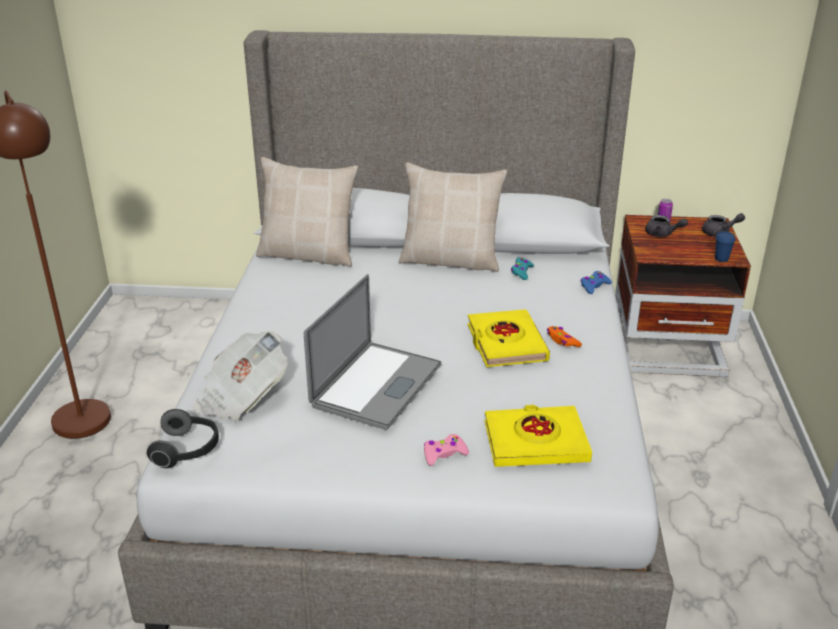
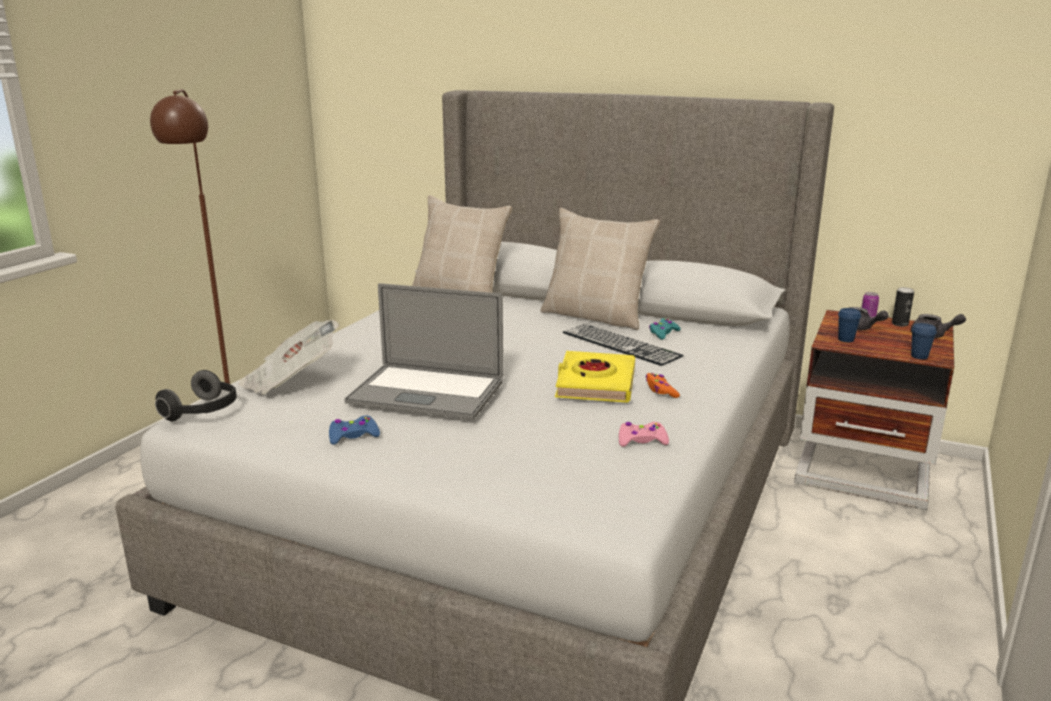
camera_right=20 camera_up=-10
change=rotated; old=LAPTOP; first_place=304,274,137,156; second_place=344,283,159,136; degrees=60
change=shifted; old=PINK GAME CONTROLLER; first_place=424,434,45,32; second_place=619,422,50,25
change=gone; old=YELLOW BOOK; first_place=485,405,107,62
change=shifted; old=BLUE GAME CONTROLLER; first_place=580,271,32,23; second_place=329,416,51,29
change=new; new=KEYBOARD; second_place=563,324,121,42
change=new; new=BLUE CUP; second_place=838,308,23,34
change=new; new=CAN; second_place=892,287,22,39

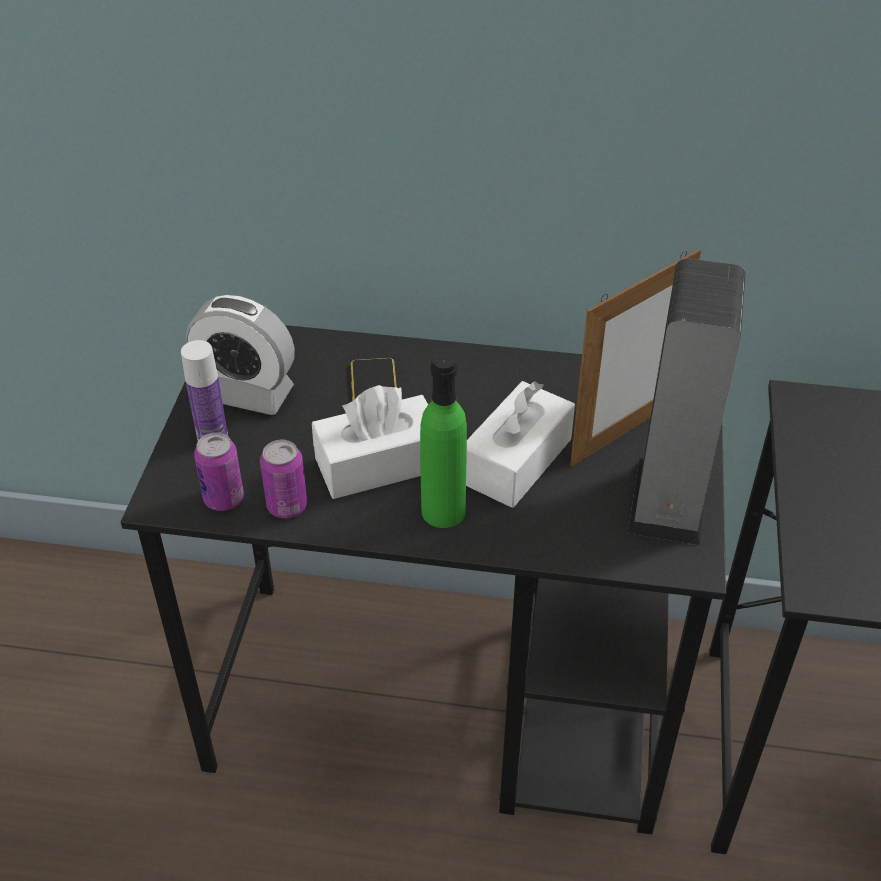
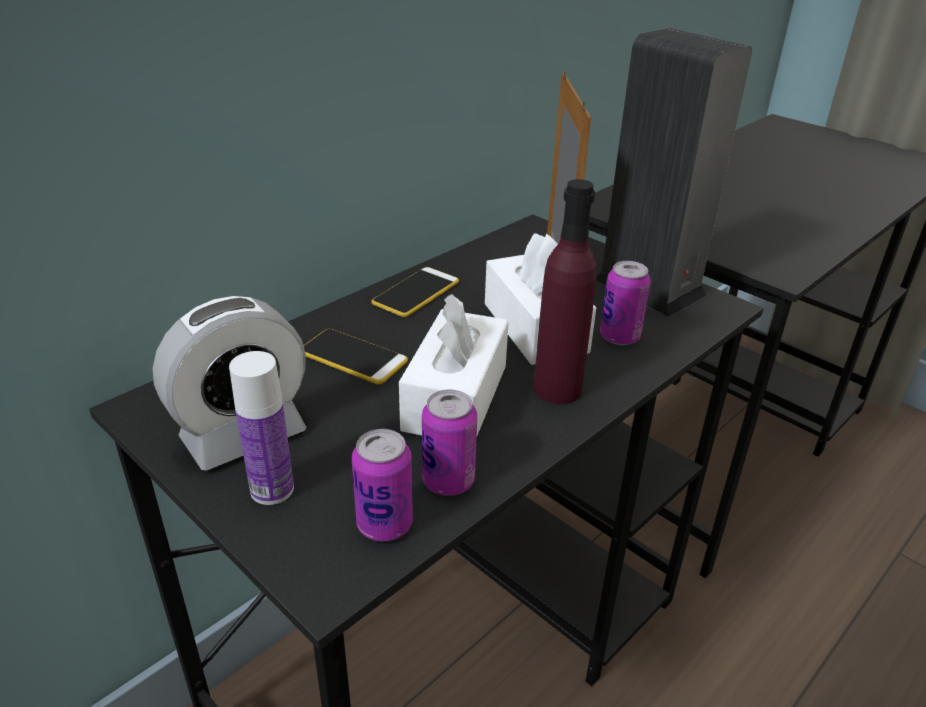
camera_right=-55 camera_up=-10
change=repainted; old=GREEN BOTTLE; new=PURPLE BOTTLE; first_place=420,354,47,174; second_place=533,179,64,225
change=new; new=PHONE; second_place=372,267,87,50
change=new; new=CAN; second_place=600,261,51,84

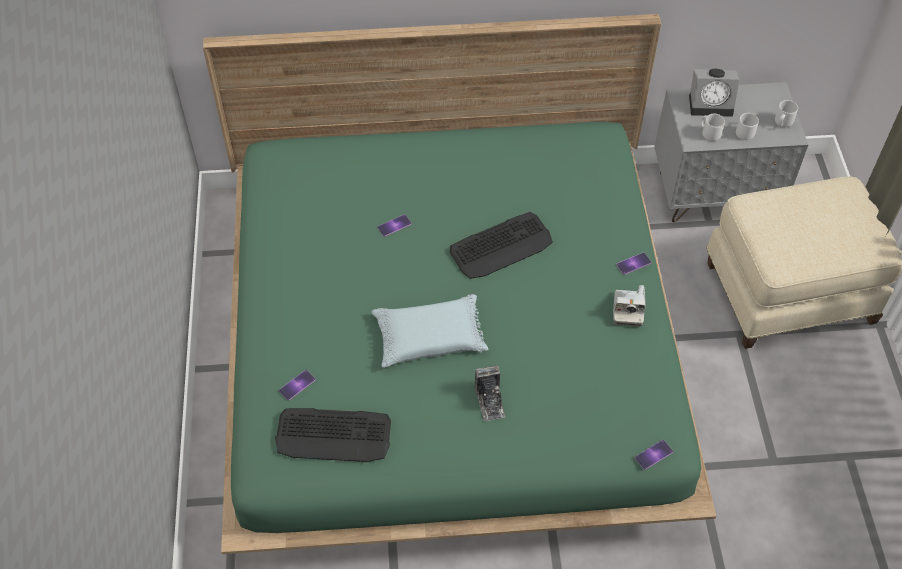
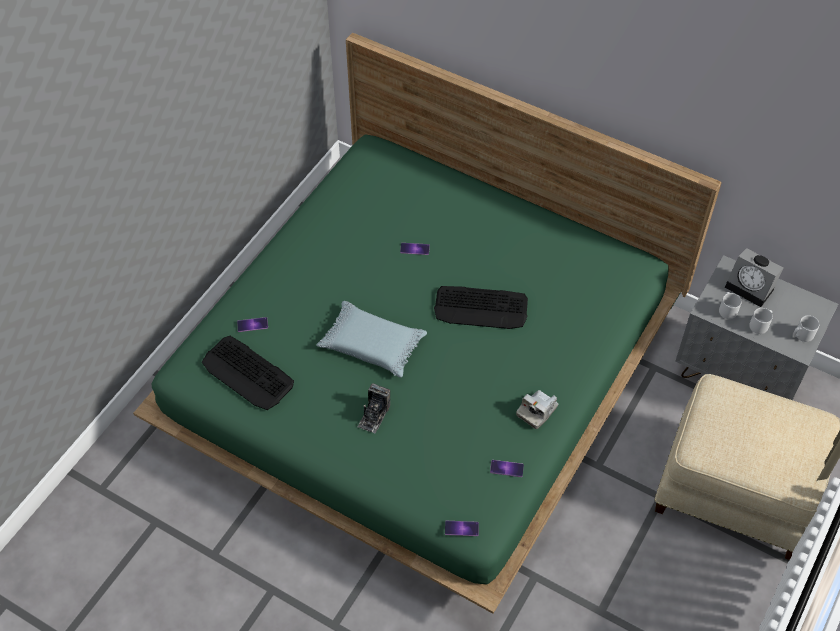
camera_right=35 camera_up=0
change=shifted; old=PHONE; first_place=616,252,36,23; second_place=490,460,34,17

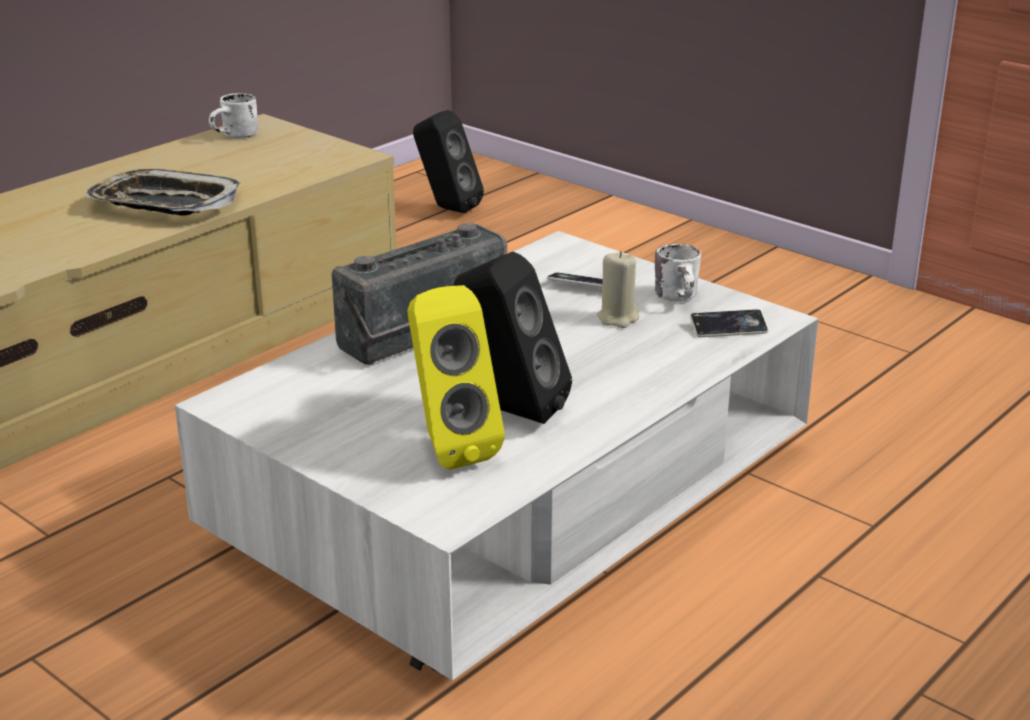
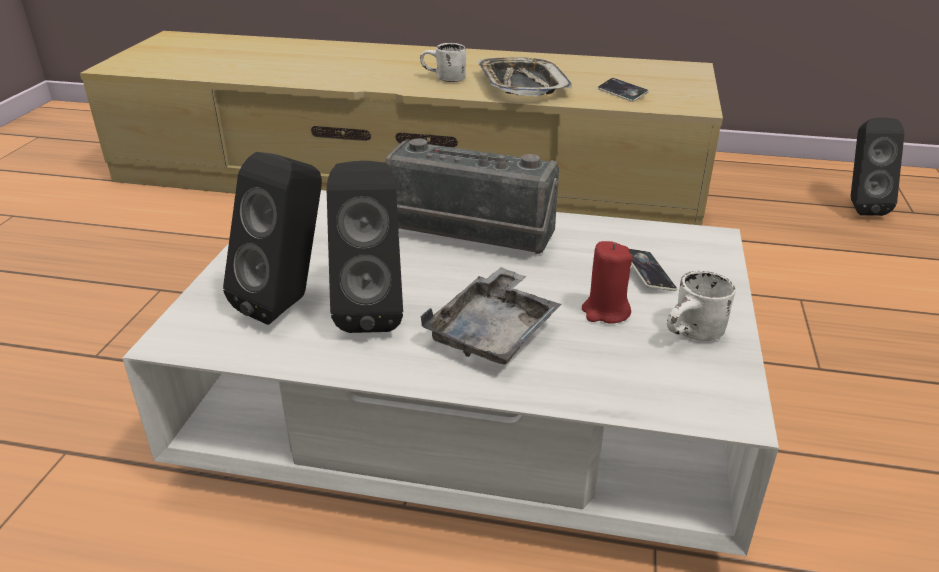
camera_right=60 camera_up=5
change=shifted; old=WHITE MUG; first_place=209,93,49,45; second_place=420,43,46,39
change=repainted; old=YELLOW SPEAKER; new=BLACK SPEAKER; first_place=407,285,98,185; second_place=223,152,99,173
change=repainted; old=BEIGE CANDLE; new=RED CANDLE; first_place=597,251,42,77; second_place=582,241,51,83
change=shifted; old=PHONE; first_place=690,309,78,28; second_place=597,78,52,24
change=new; new=GREY TRAY; second_place=420,267,141,98

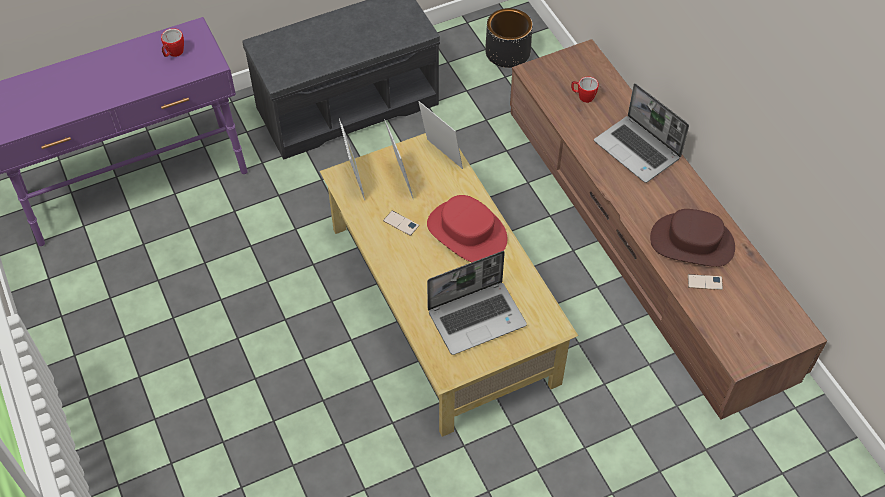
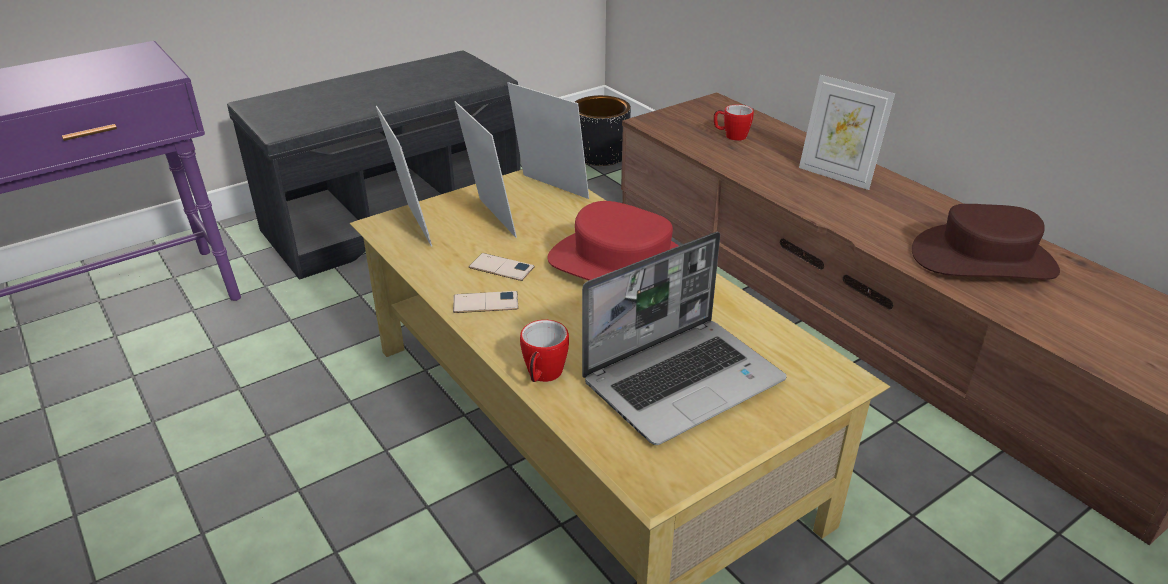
camera_right=-10 camera_up=-20
change=shifted; old=MUG; first_place=161,28,23,29; second_place=520,320,49,62
change=swapped; old=LAPTOP; new=PICTURE FRAME; first_place=594,83,95,100; second_place=799,75,96,115
change=shifted; old=PHONE; first_place=688,274,35,16; second_place=453,291,65,22

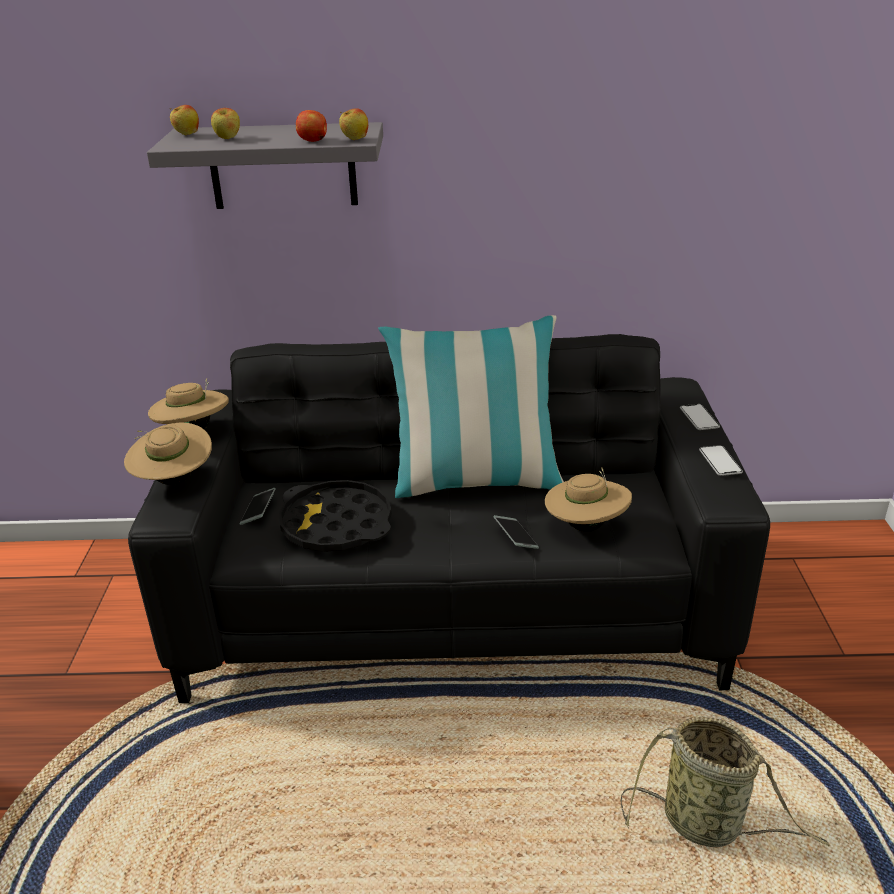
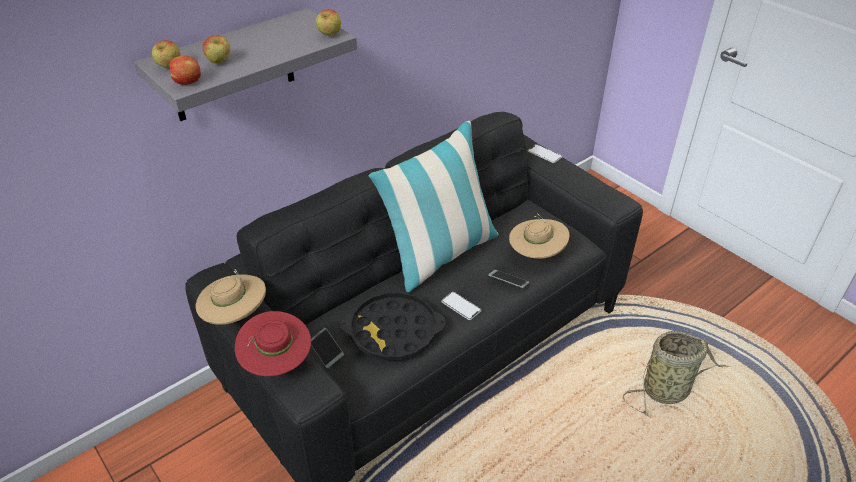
camera_right=-40 camera_up=10
change=repainted; old=BEIGE HAT; new=RED HAT; first_place=124,423,88,62; second_place=235,311,76,65
change=shifted; old=APPLE; first_place=296,110,31,32; second_place=169,56,32,29
change=shifted; old=PHONE; first_place=699,445,44,31; second_place=441,292,40,28

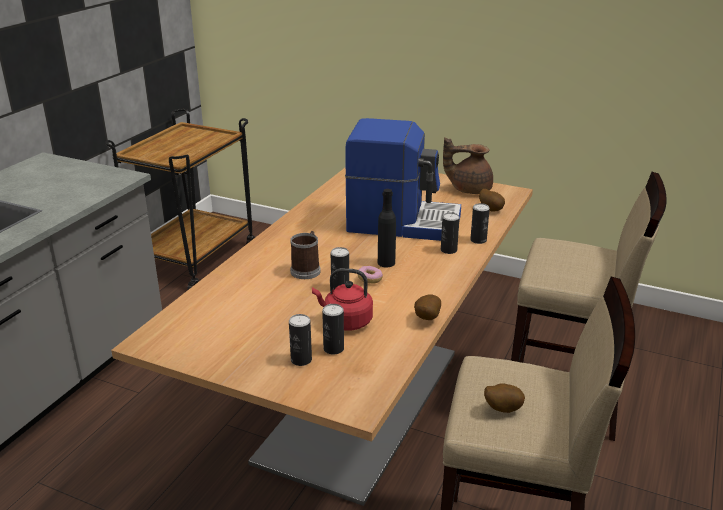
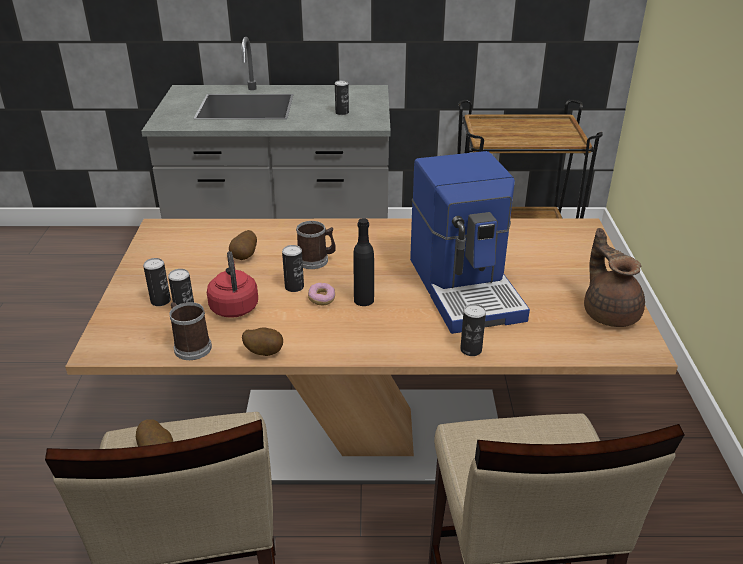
camera_right=65 camera_up=5
change=shifted; old=CAN; first_place=441,212,19,42; second_place=335,80,14,35
change=shifted; old=POTATO; first_place=479,189,26,23; second_place=229,230,28,30
change=new; new=MUG; second_place=169,302,43,58

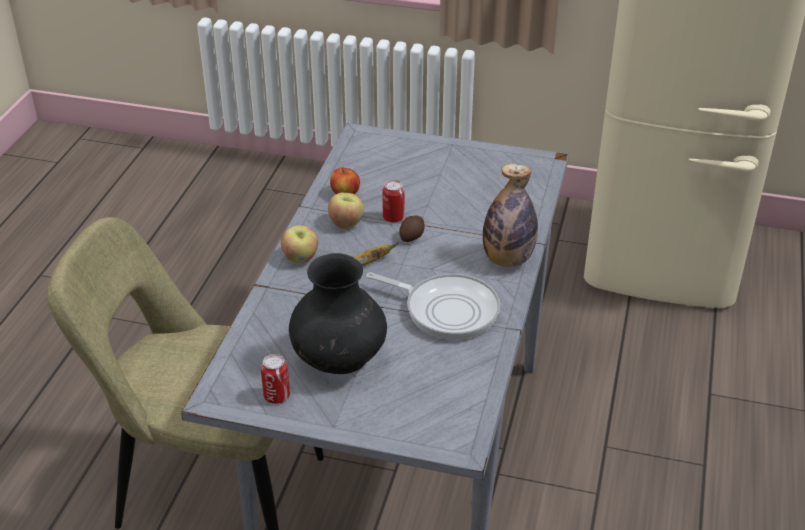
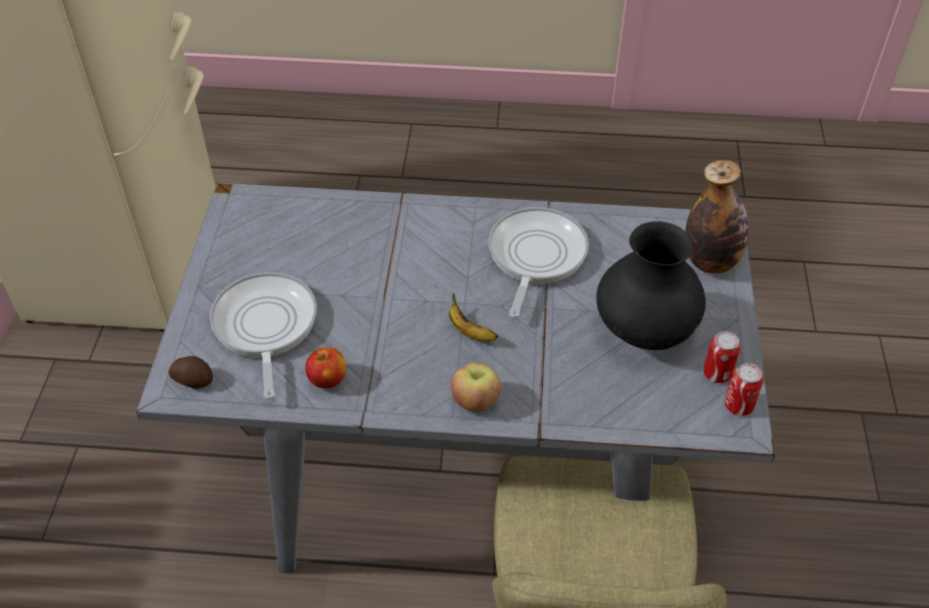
camera_right=-100 camera_up=10
change=gone; old=APPLE; first_place=328,193,36,36
change=shifted; old=CAN; first_place=382,180,23,43; second_place=725,363,38,53
change=shifted; old=POTATO; first_place=399,215,26,27; second_place=168,356,45,33
change=shifted; old=BOTTLE; first_place=483,164,55,103; second_place=685,160,64,113
change=new; new=FRYING PAN; second_place=210,272,107,127

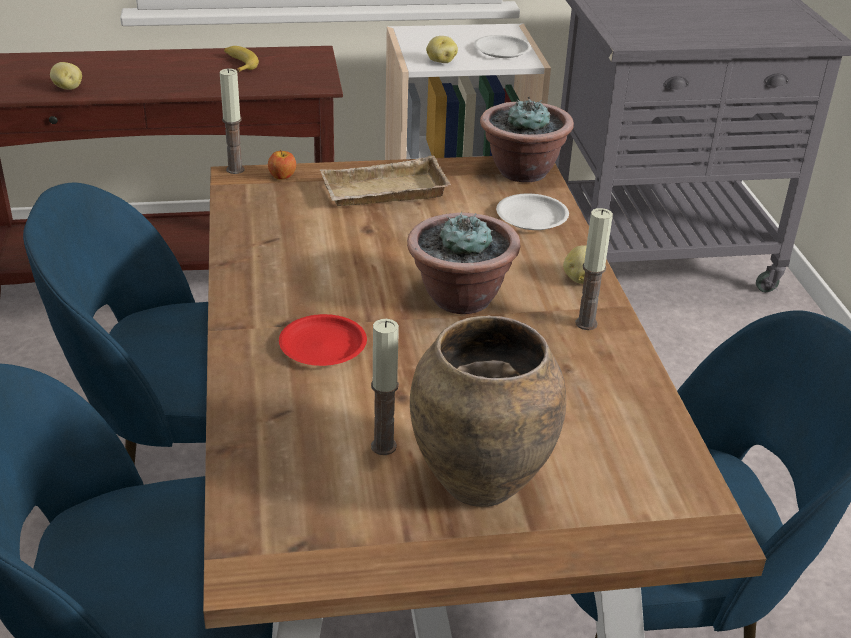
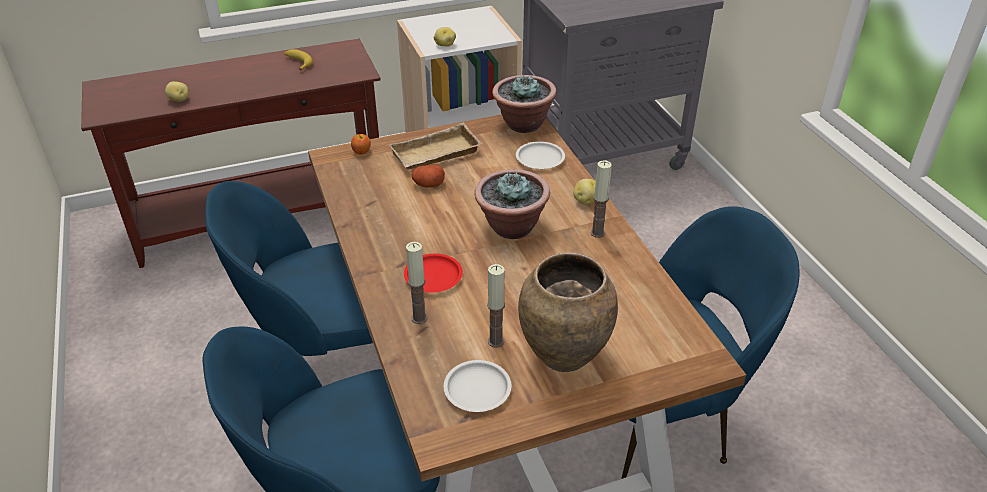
camera_right=-10 camera_up=5
change=shifted; old=CANDLE; first_place=220,68,24,106; second_place=406,242,22,82
change=shifted; old=WHITE PLATE; first_place=474,35,57,23; second_place=444,360,67,52
change=new; new=POTATO; second_place=411,165,34,23

